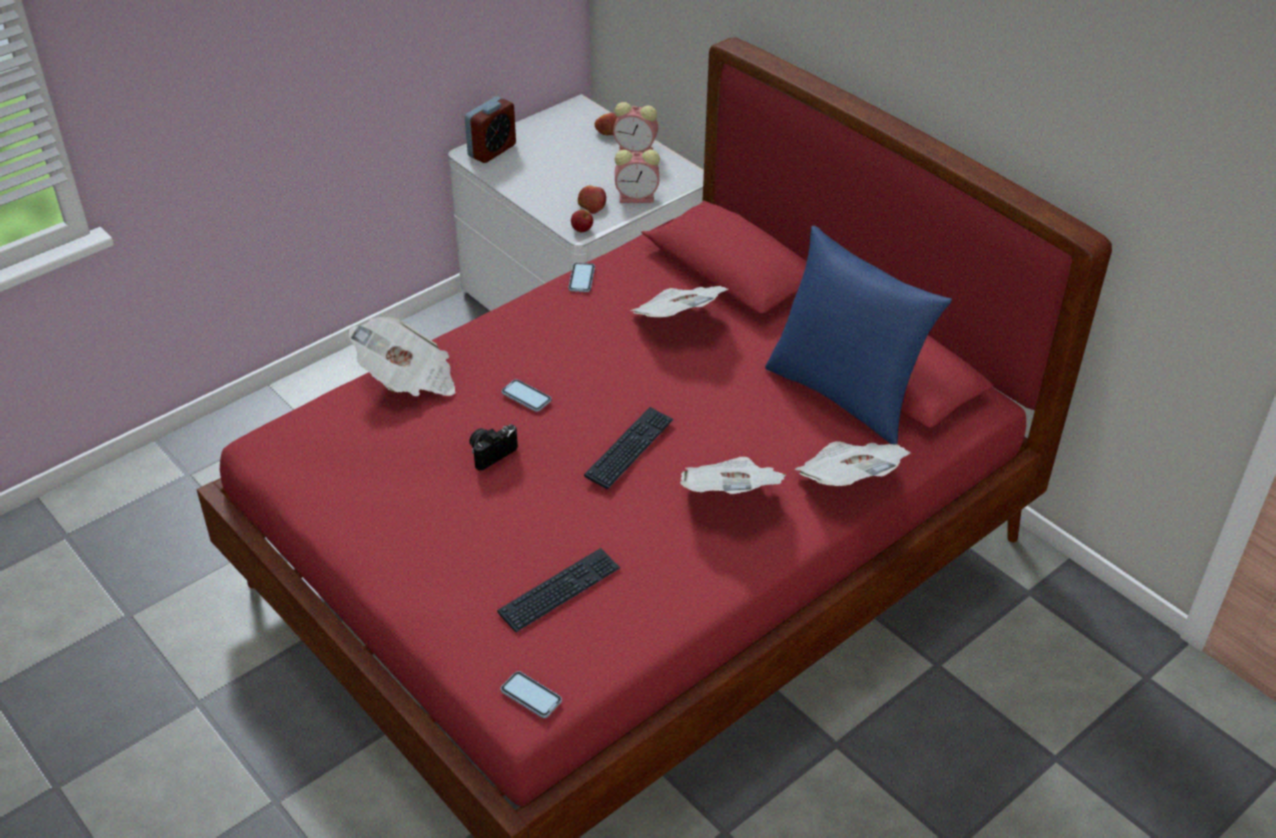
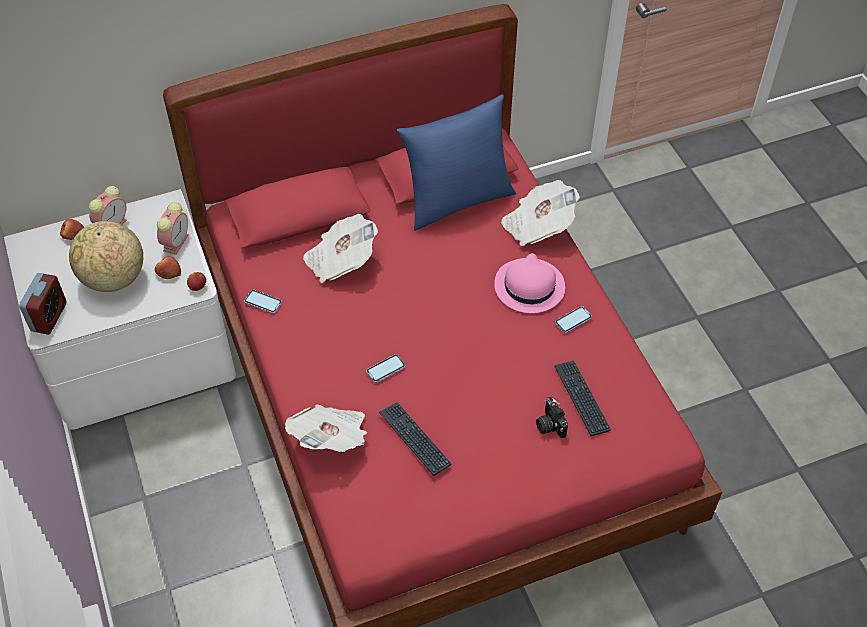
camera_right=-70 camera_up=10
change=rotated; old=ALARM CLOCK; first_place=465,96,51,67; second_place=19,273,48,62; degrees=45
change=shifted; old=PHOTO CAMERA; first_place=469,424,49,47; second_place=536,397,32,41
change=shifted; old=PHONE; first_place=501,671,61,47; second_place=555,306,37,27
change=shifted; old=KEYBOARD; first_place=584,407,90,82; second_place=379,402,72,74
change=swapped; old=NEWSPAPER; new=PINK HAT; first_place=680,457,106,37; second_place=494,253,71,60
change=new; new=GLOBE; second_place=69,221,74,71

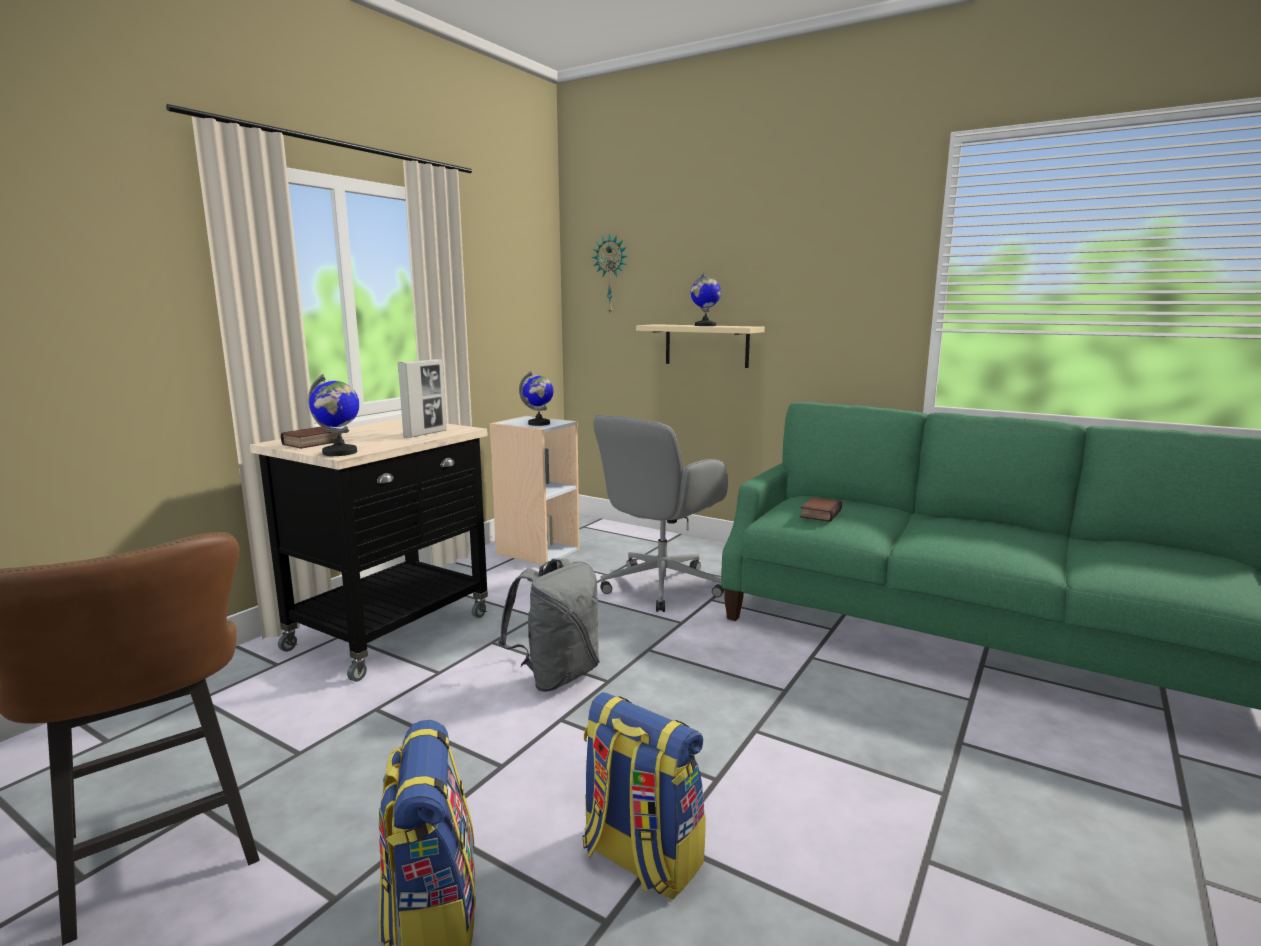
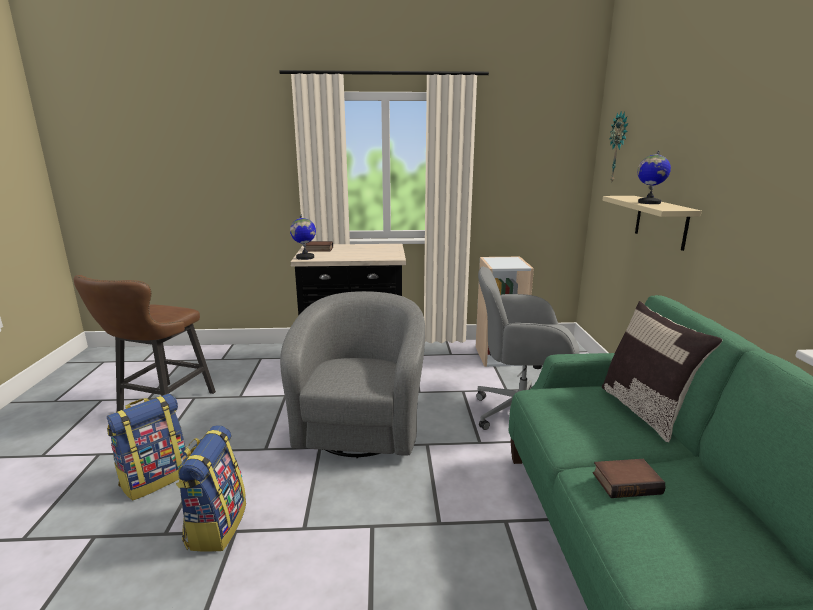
camera_right=55 camera_up=5
change=gone; old=PICTURE FRAME; first_place=397,359,50,79
change=swapped; old=GREY BACKPACK; new=GREY ARMCHAIR; first_place=498,558,102,134; second_place=280,291,145,167
change=gone; old=GLOBE; first_place=519,371,35,55
change=shifted; old=BOOK; first_place=800,497,42,25; second_place=593,459,72,39
change=new; new=PILLOW; second_place=602,301,120,142

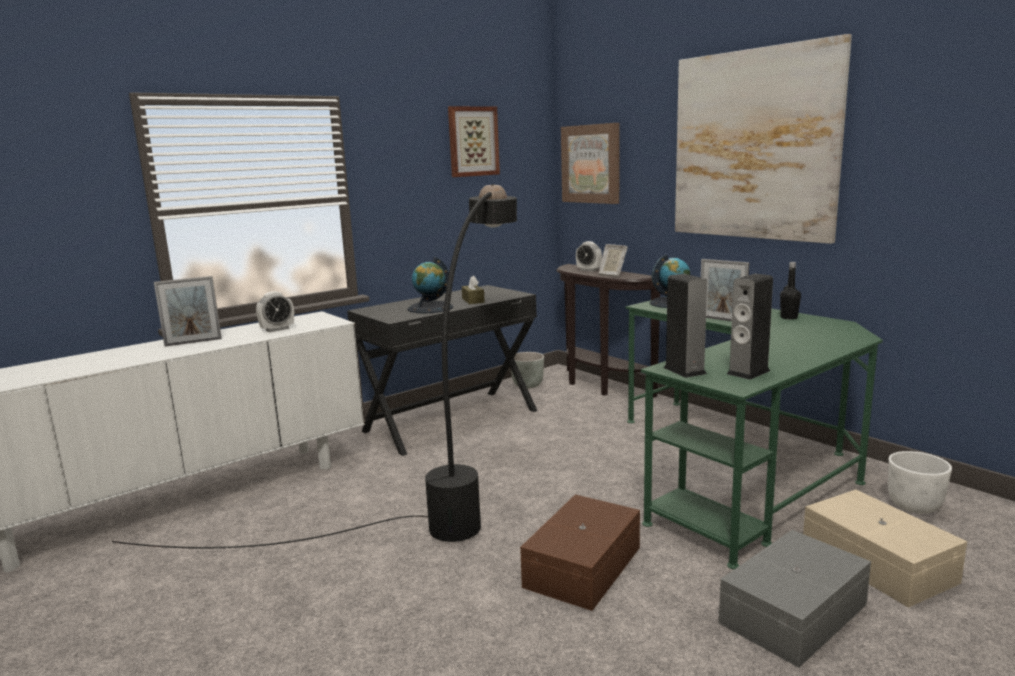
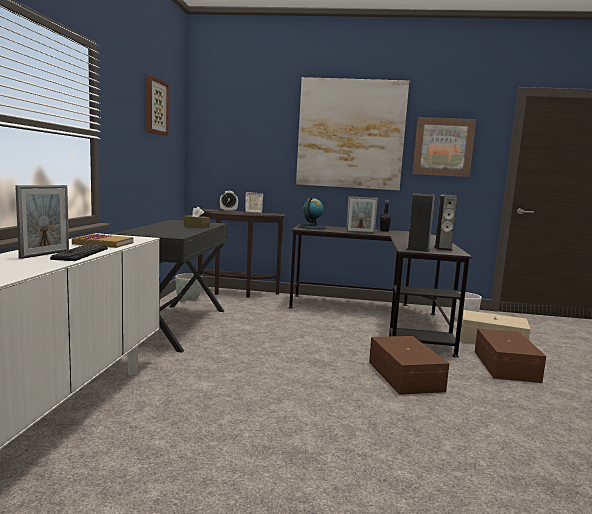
camera_right=-45 camera_up=-5
change=gone; old=BLACK FLOOR LAMP; first_place=112,184,405,365
change=swapped; old=ALARM CLOCK; new=BOOK; first_place=256,291,38,41; second_place=72,234,62,14
change=gone; old=GLOBE; first_place=408,257,45,56
change=shifted; old=PICTURE; first_place=561,123,59,81; second_place=412,117,64,60
change=repainted; old=GREEN DESK; new=BLACK DESK; first_place=626,300,257,269; second_place=288,224,184,134
change=repainted; old=GREY STORAGE BOX; new=BROWN STORAGE BOX; first_place=719,530,152,138; second_place=475,328,71,55
change=new; new=KEYBOARD; second_place=50,244,58,17

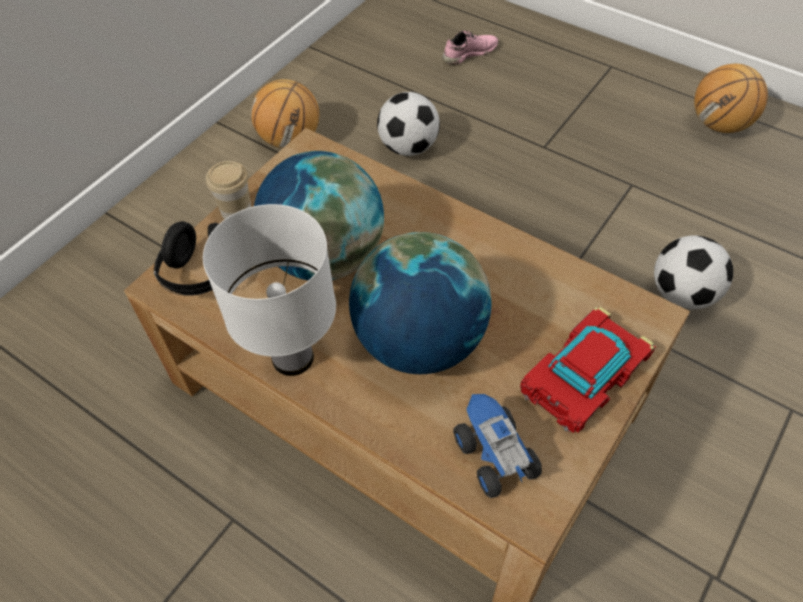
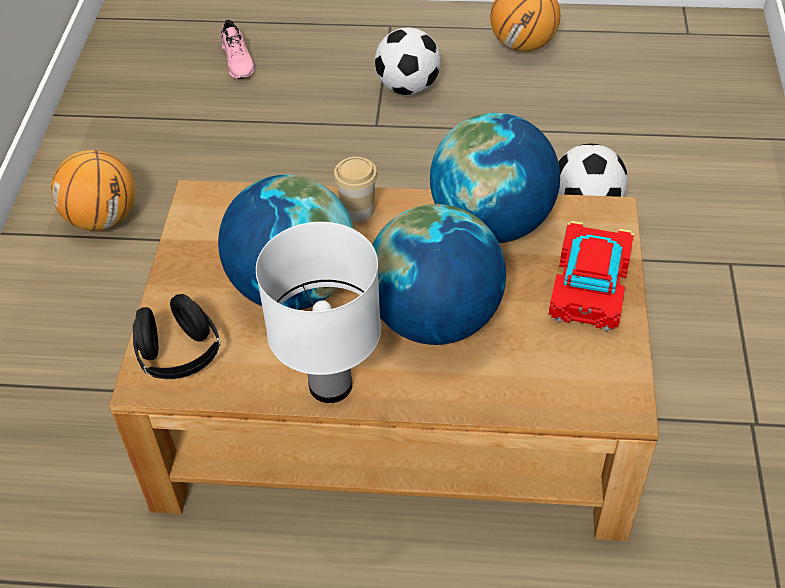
camera_right=-30 camera_up=-5
change=shifted; old=CUP; first_place=206,161,45,58; second_place=334,157,44,65
change=shifted; old=FOOTBALL; first_place=377,92,63,64; second_place=375,28,66,67
change=rotated; old=PINK SHOE; first_place=442,31,56,34; second_place=221,19,34,60; degrees=135
change=gone; old=TOY TRUCK; first_place=453,394,89,104
change=new; new=GLOBE; second_place=430,113,130,130

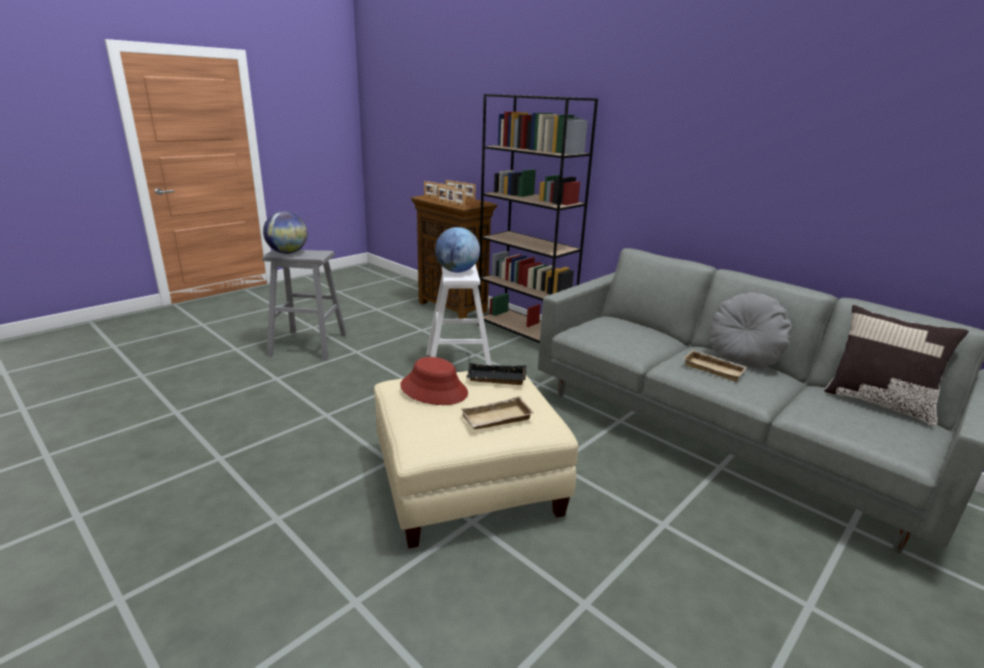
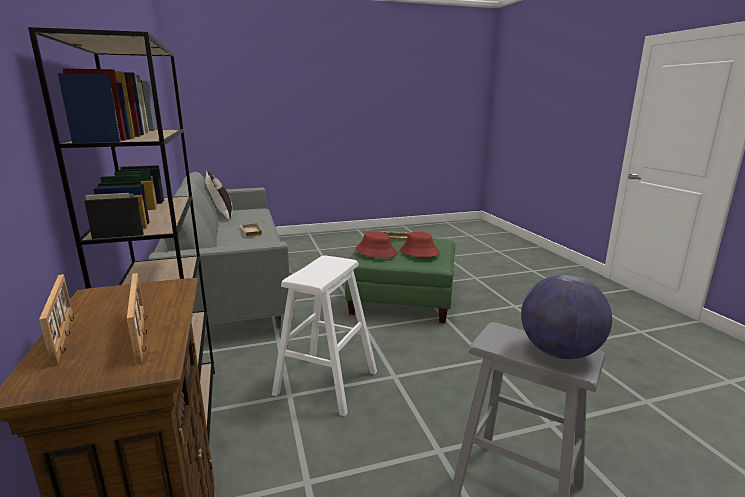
camera_right=-150 camera_up=-5
change=repainted; old=BEIGE OTTOMAN; new=GREEN OTTOMAN; first_place=374,371,204,178; second_place=345,238,110,85
change=gone; old=GLOBE; first_place=435,227,45,46
change=gone; old=PICTURE FRAME; first_place=437,185,28,22
change=swapped; old=BLACK TRAY; new=RED HAT; first_place=467,363,60,22; second_place=355,231,43,27
change=gone; old=GREY PILLOW; first_place=710,292,82,77

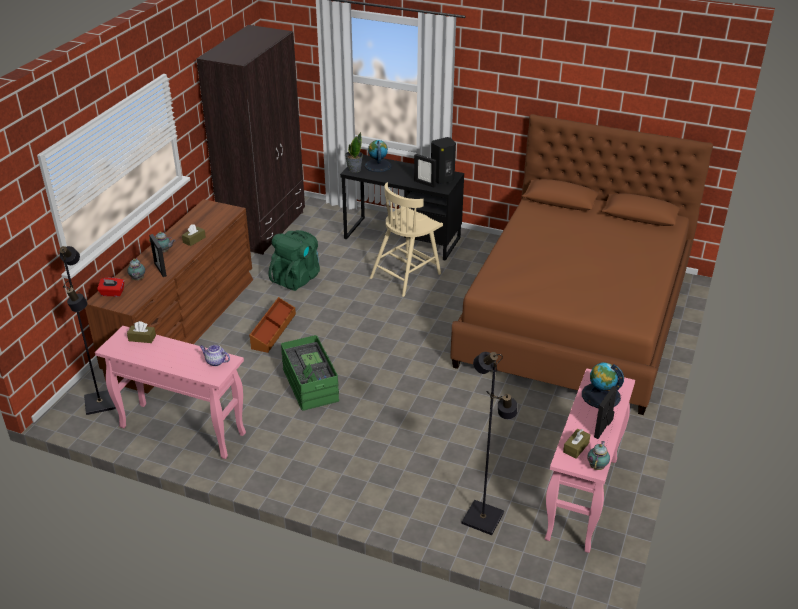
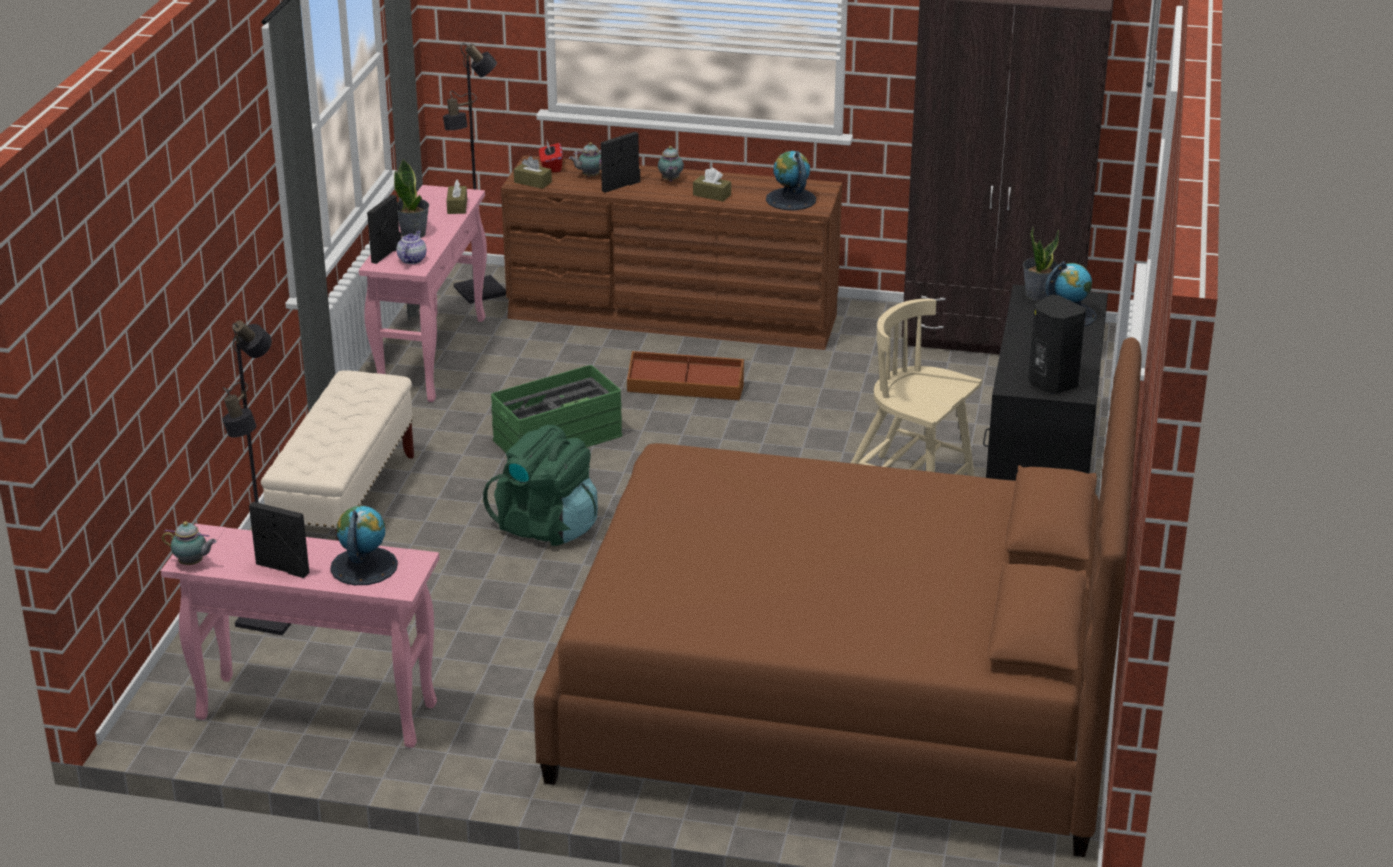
camera_right=80 camera_up=-5
change=shifted; old=GREEN BACKPACK; first_place=268,230,52,61; second_place=483,425,115,121
change=shifted; old=PICTURE FRAME; first_place=414,154,22,34; second_place=367,195,34,69
change=shifted; old=BROWN TISSUE BOX; first_place=563,428,28,31; second_place=514,156,38,33
change=new; new=BEIGE BENCH; second_place=261,371,153,170
change=new; new=POTTED PLANT; second_place=394,158,35,80
change=new; new=GLOBE; second_place=766,151,50,59

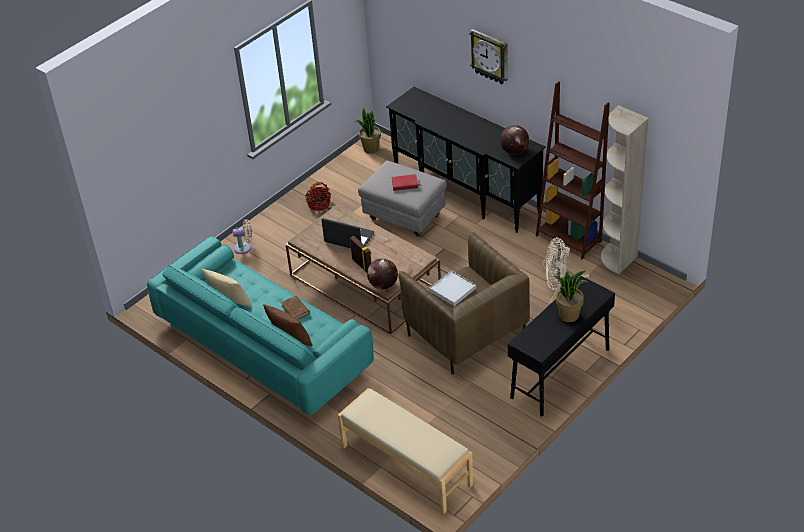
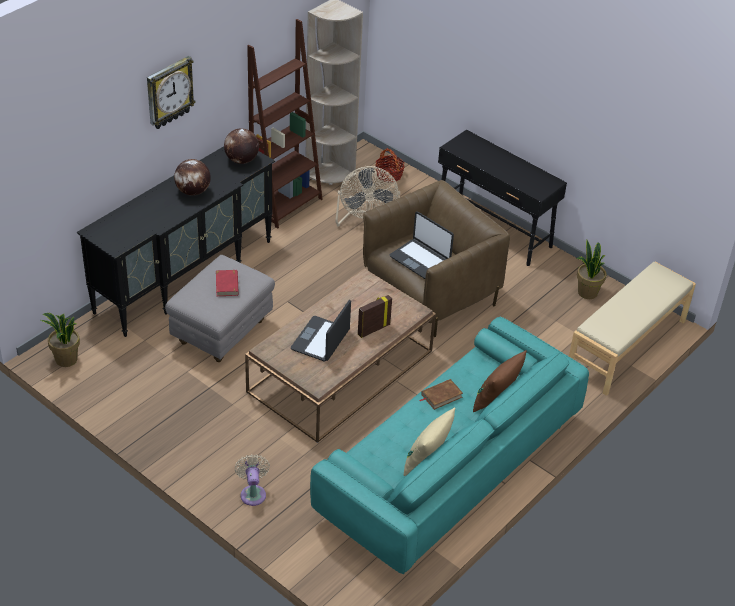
camera_right=-95 camera_up=0
change=shifted; old=BASKET; first_place=305,182,26,29; second_place=375,148,29,35
change=shifted; old=GLOBE; first_place=367,259,31,31; second_place=174,159,37,36
change=swapped; old=WHITE TRAY; new=LAPTOP; first_place=429,270,47,36; second_place=390,211,64,68
change=shifted; old=POTTED PLANT; first_place=554,270,34,52; second_place=577,240,29,59

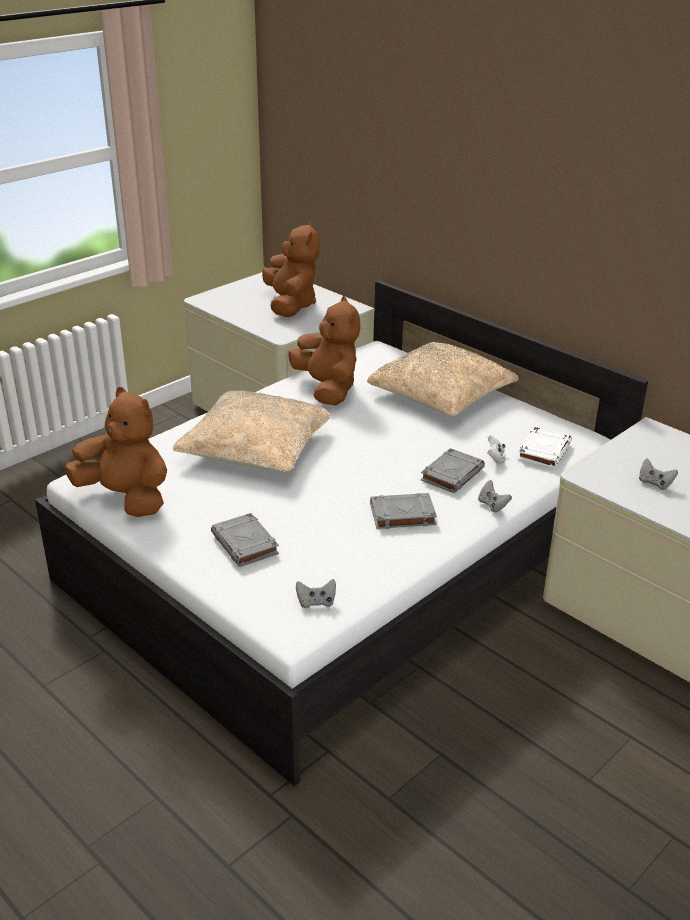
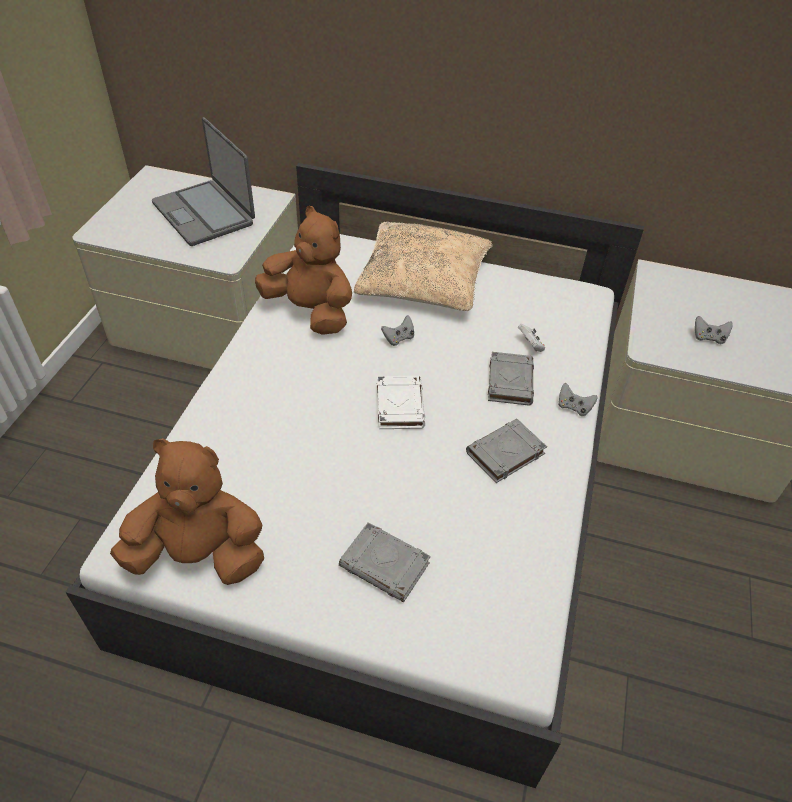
camera_right=-30 camera_up=15
change=gone; old=BEIGE PILLOW; first_place=172,390,158,81
change=swapped; old=BROWN PLUSH TOY; new=LAPTOP; first_place=262,221,57,96; second_place=152,117,103,129
change=shifted; old=GREY GAME CONTROLLER; first_place=296,579,40,29; second_place=381,315,33,31
change=shifted; old=WHITE BOOK; first_place=518,427,54,42; second_place=377,376,48,53

